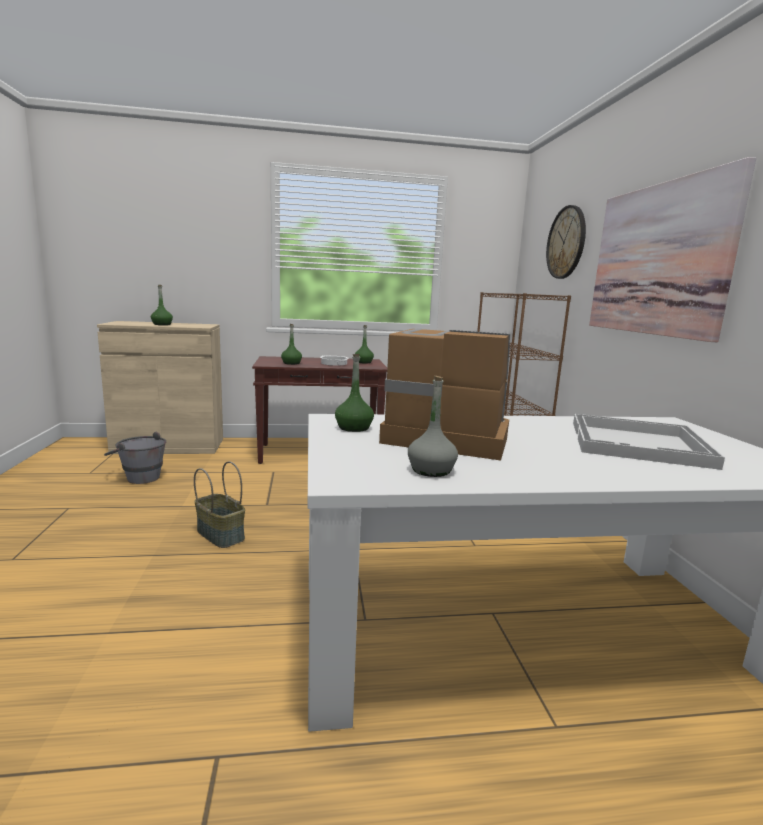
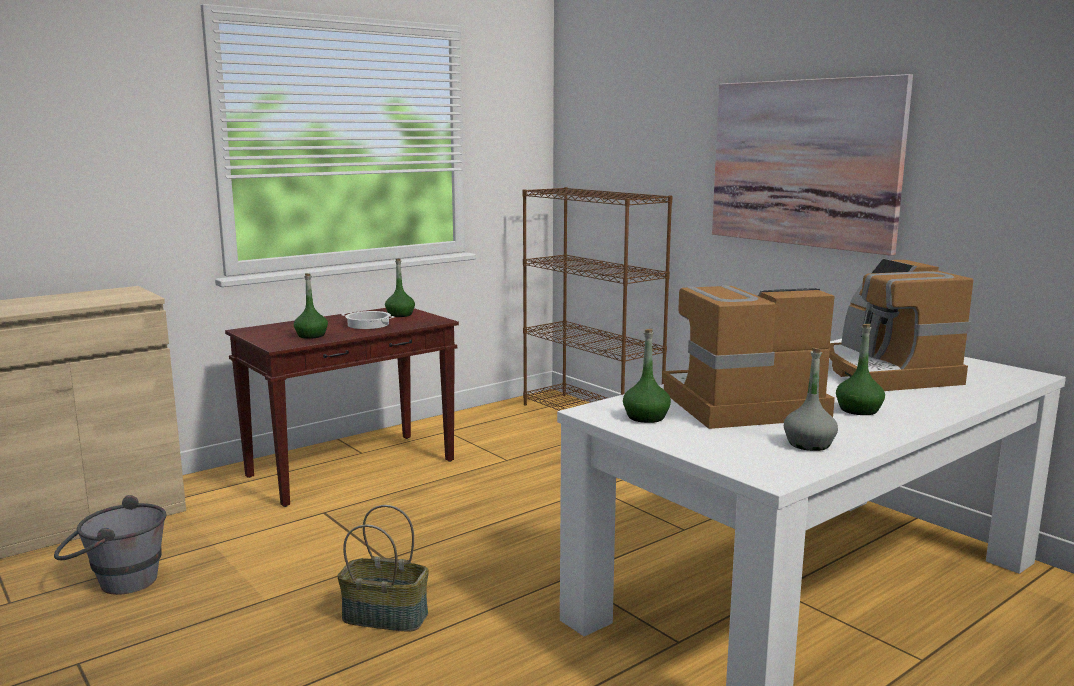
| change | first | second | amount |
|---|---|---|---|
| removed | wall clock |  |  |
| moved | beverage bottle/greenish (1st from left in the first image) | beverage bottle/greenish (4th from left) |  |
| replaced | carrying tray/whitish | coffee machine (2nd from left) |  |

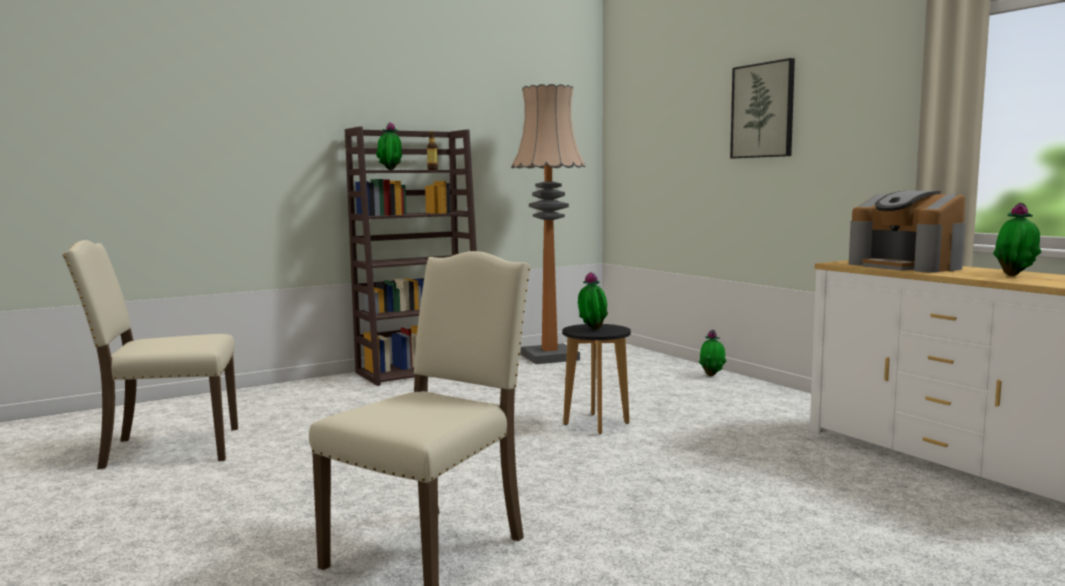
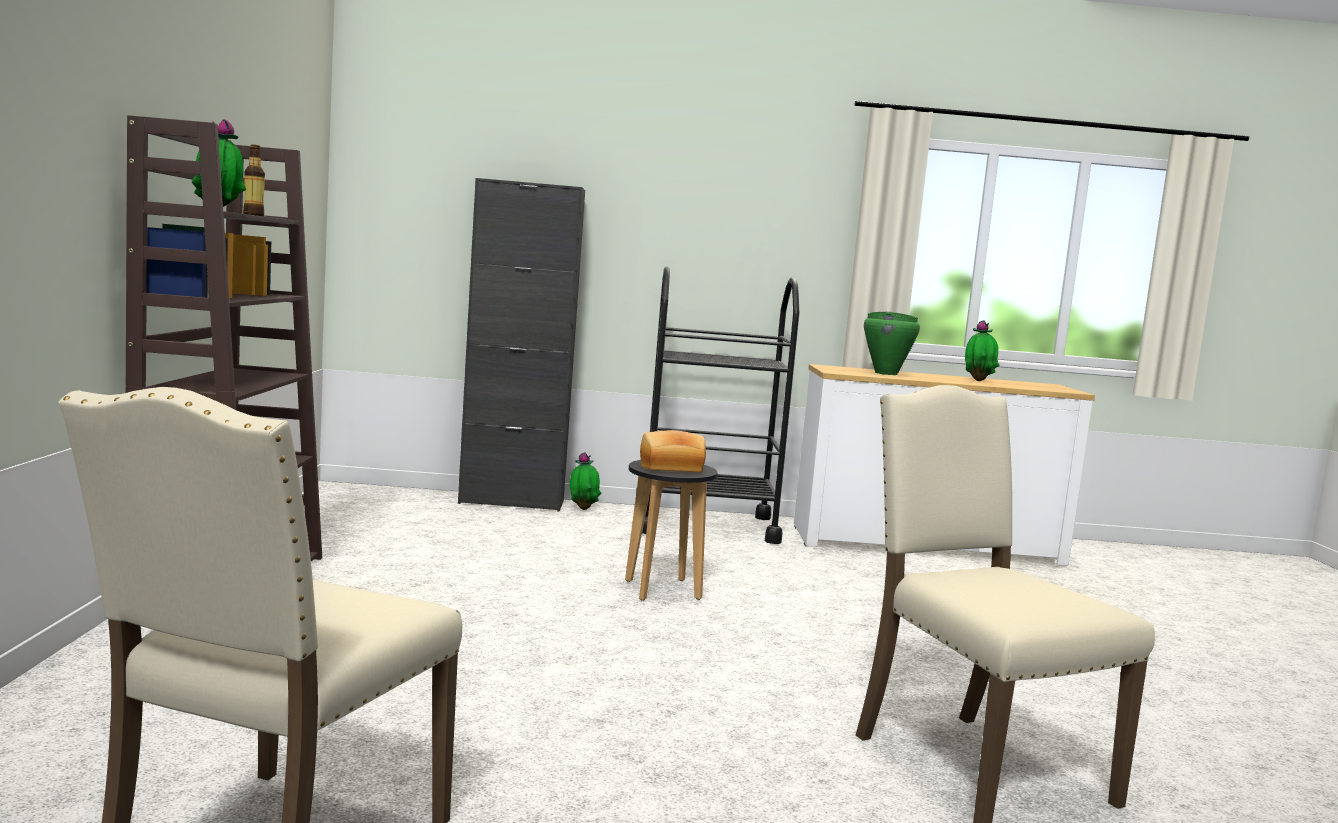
| change | first | second | amount |
|---|---|---|---|
| removed | wall art |  |  |
| removed | standing lamp |  |  |
| replaced | coffee machine | cooking pot/greenish |  |
| replaced | plant in a pot (2nd from left) | baked bread |  |
| added |  | storage cabinet/black-coloured |  |
| added |  | cart/black-coloured |  |

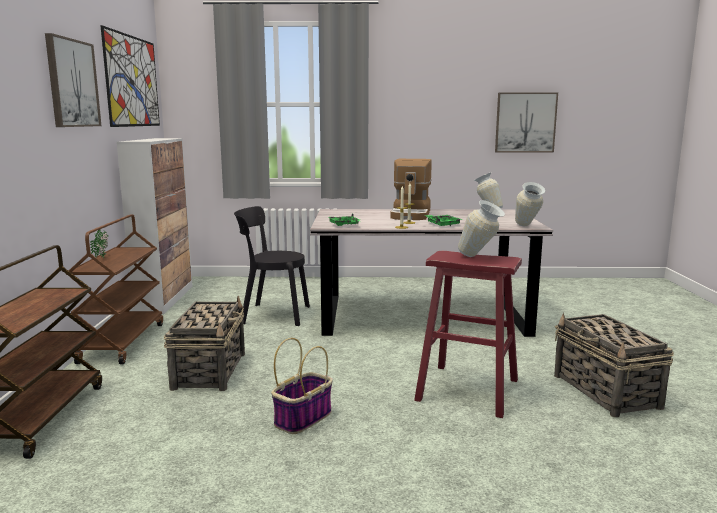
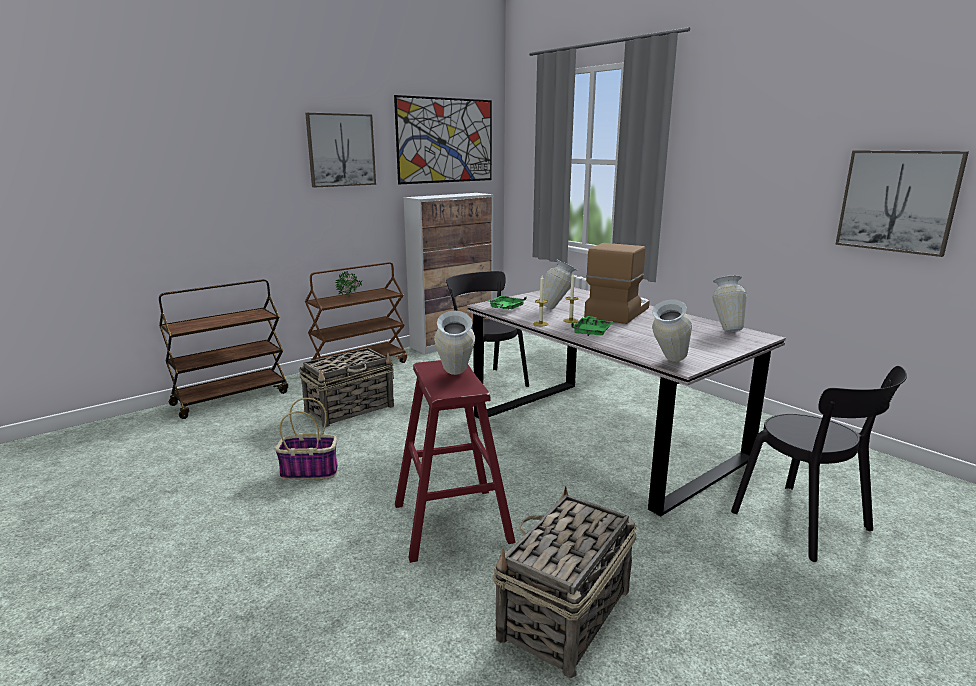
| change | first | second | amount |
|---|---|---|---|
| turned | coffee machine |  | 150 degrees clockwise |
| added |  | decorative vase (2nd from left) |  |
| added |  | upright chair/black-coloured (2nd from left) |  |

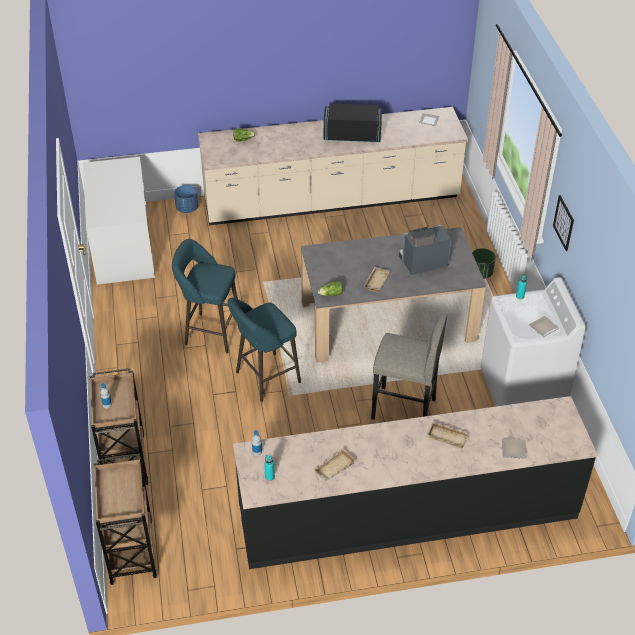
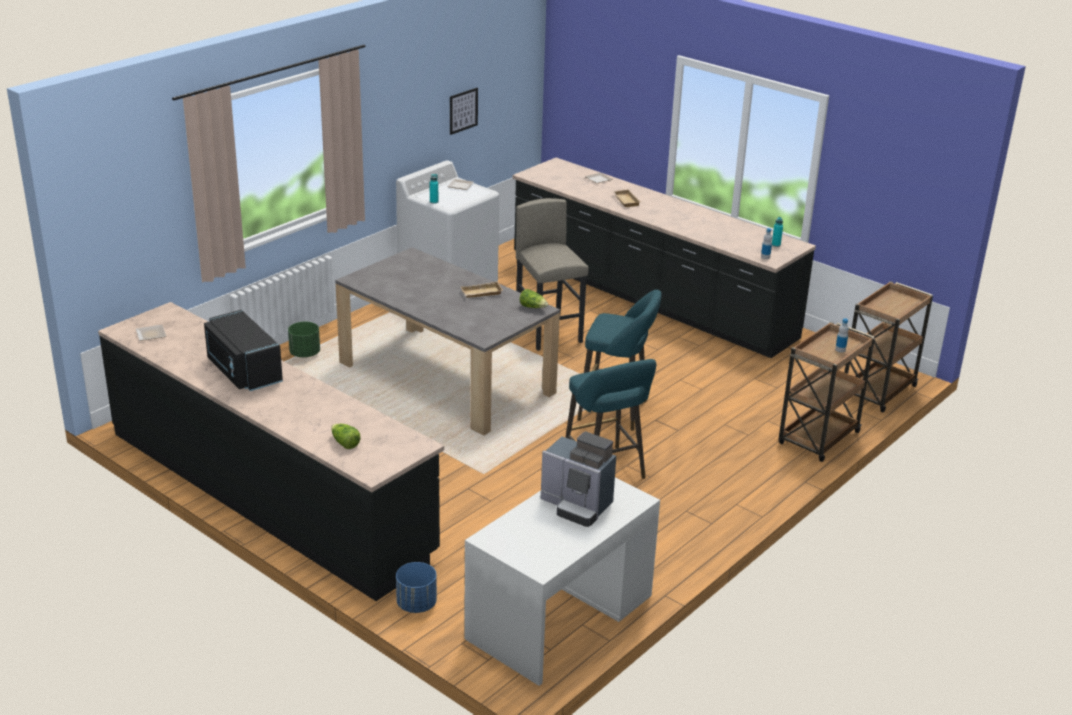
| change | first | second | amount |
|---|---|---|---|
| recoloured | kitchen base unit/beige-coloured | kitchen base unit/black-coloured (1st from left) |  |
| moved | wall art |  |  |
| moved | coffee machine |  |  |
| removed | carrying tray/beige-coloured (1st from left) |  |  |

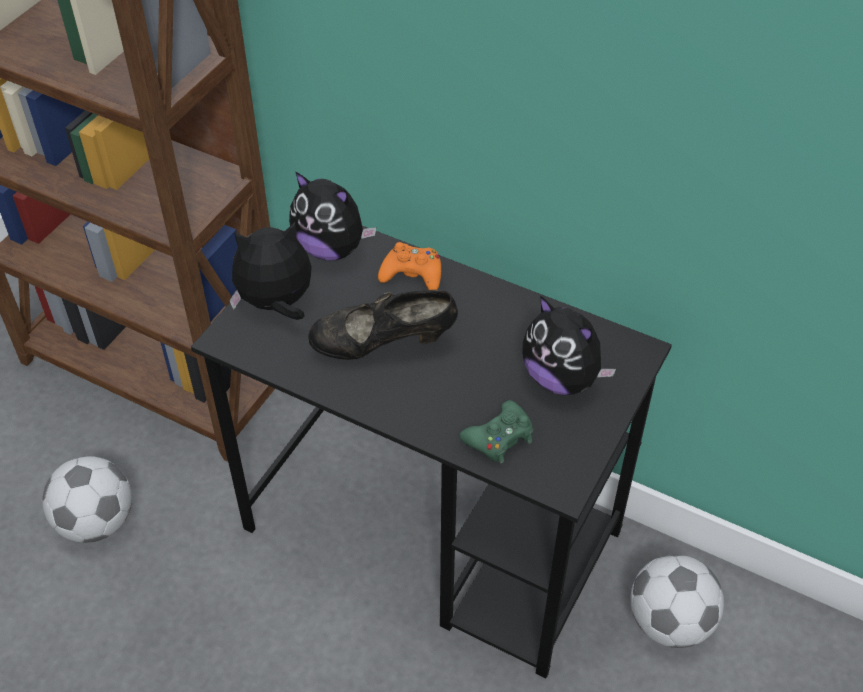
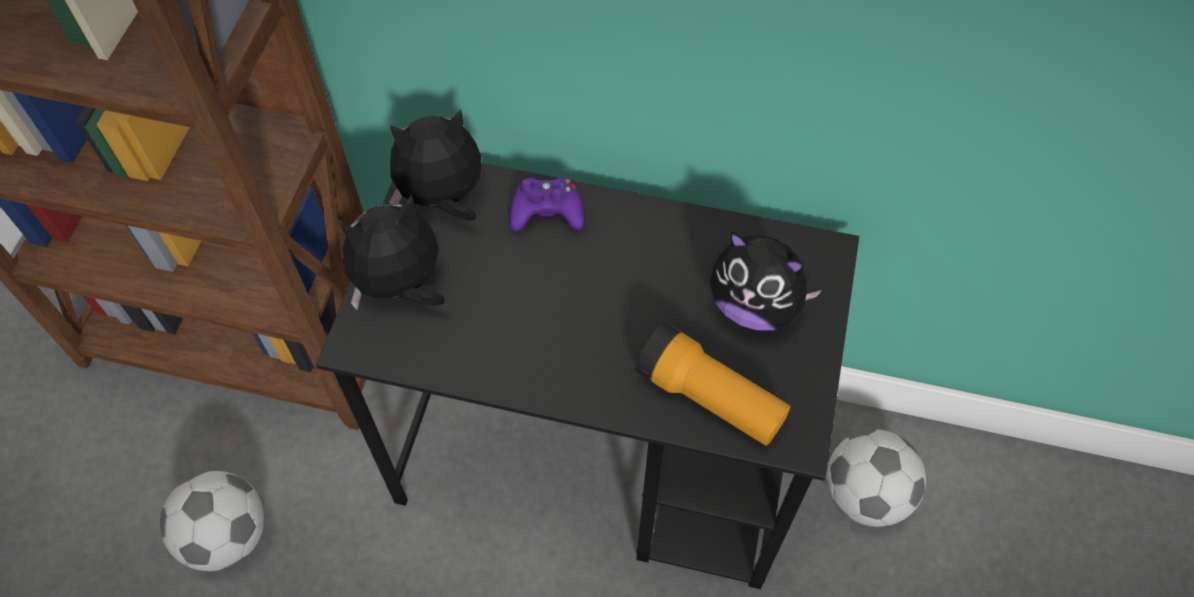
| change | first | second | amount |
|---|---|---|---|
| turned | plush toy (2nd from left) |  | 150 degrees clockwise |
| recoloured | joypad/orange-coloured | joypad/purple |  |
| removed | shoe/black-coloured |  |  |
| replaced | joypad/greenish | hand torch |  |

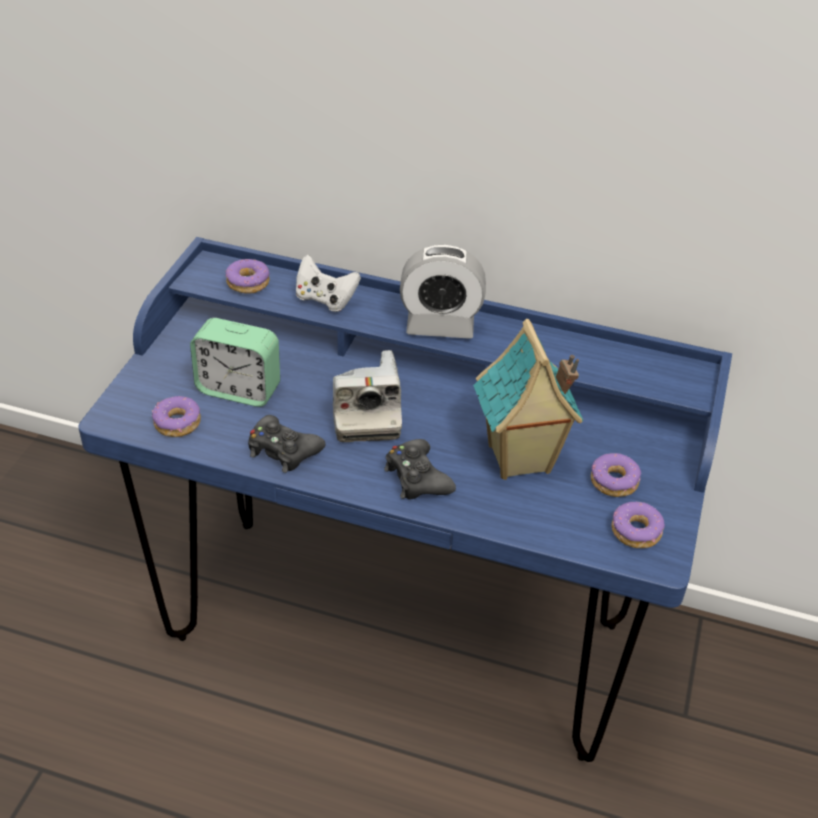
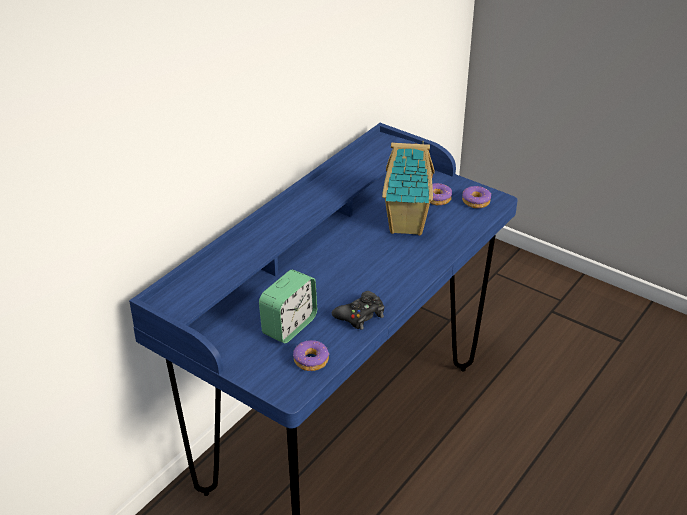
| change | first | second | amount |
|---|---|---|---|
| removed | table clock (2nd from left) |  |  |
| removed | joypad/whitish |  |  |
| removed | ring doughnut (2nd from left) |  |  |
| removed | photo camera |  |  |
| removed | joypad/black-coloured (2nd from left) |  |  |

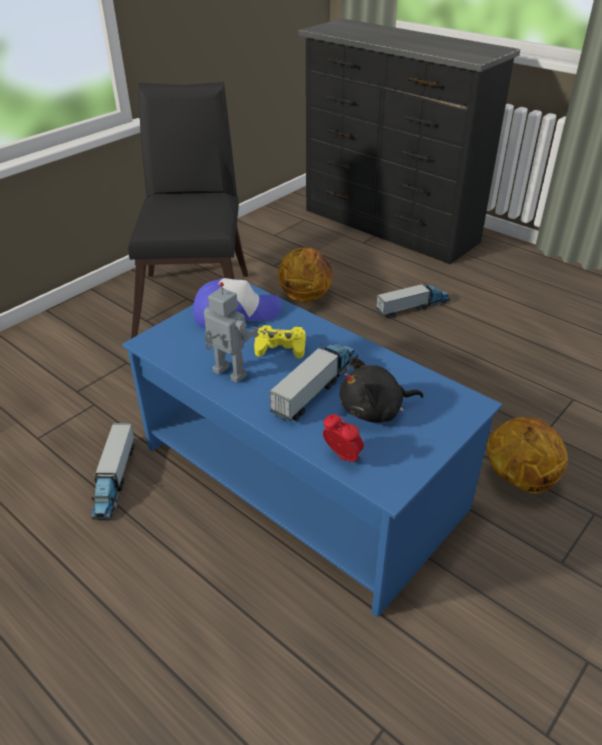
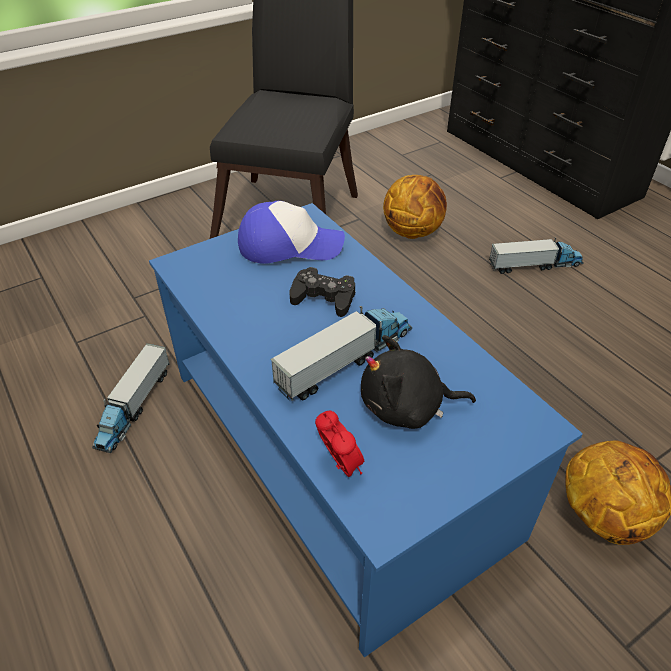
| change | first | second | amount |
|---|---|---|---|
| removed | toy robot |  |  |
| recoloured | joypad/yellow-coloured | joypad/black-coloured |  |

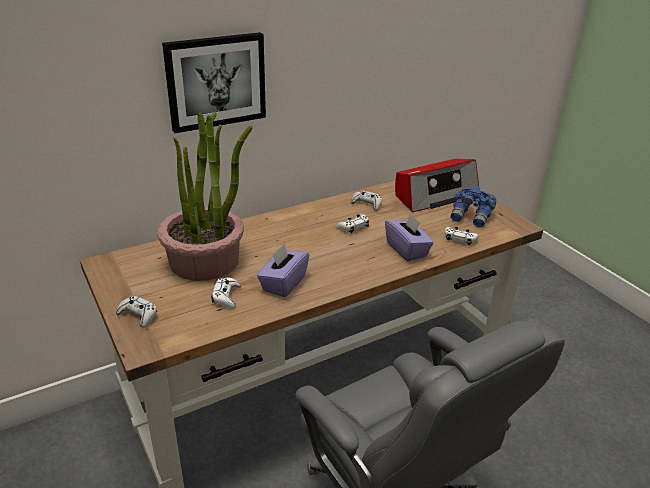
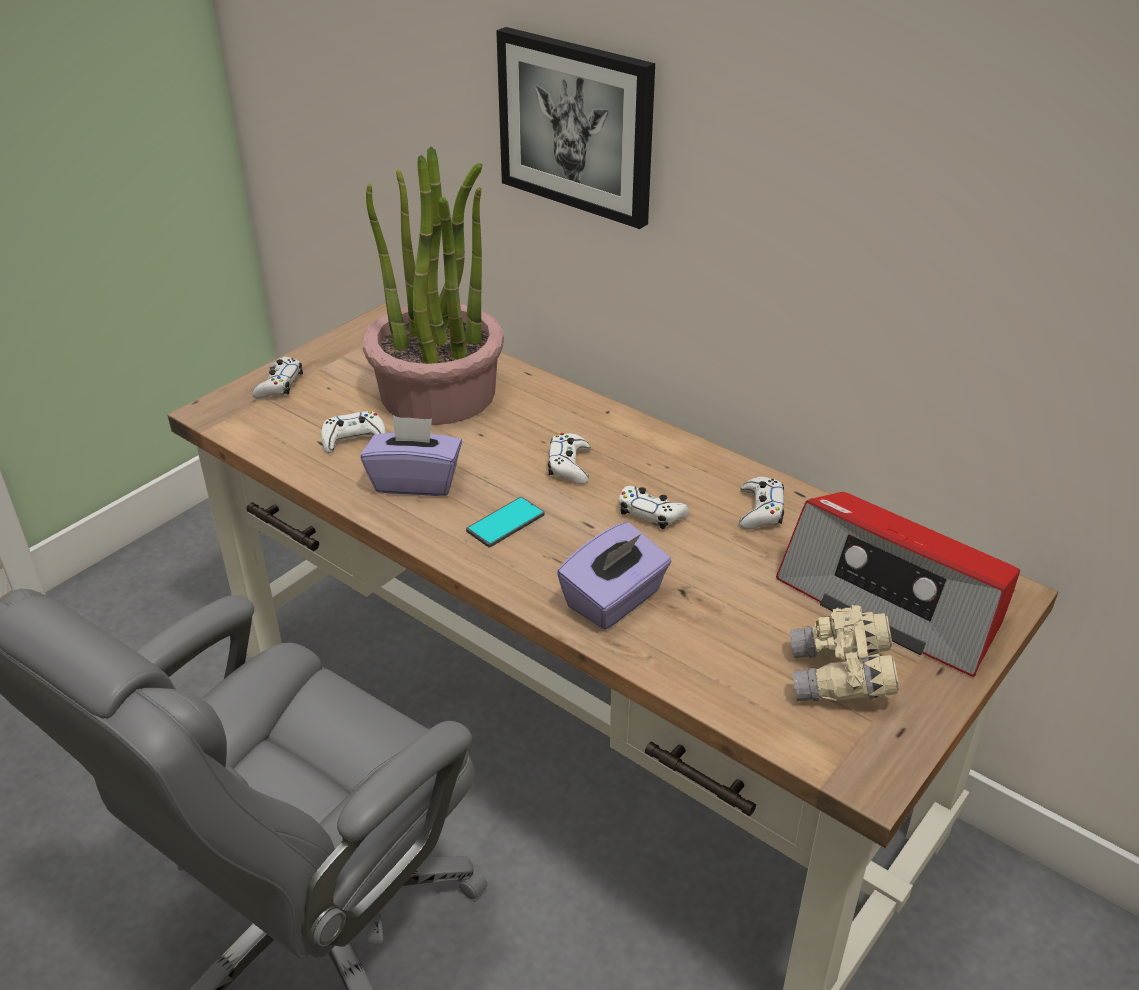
| change | first | second | amount |
|---|---|---|---|
| recoloured | binoculars/bluish | binoculars/beige-coloured |  |
| moved | joypad/whitish (5th from left in the first image) | joypad/whitish (3rd from left) |  |
| added |  | phone |  |

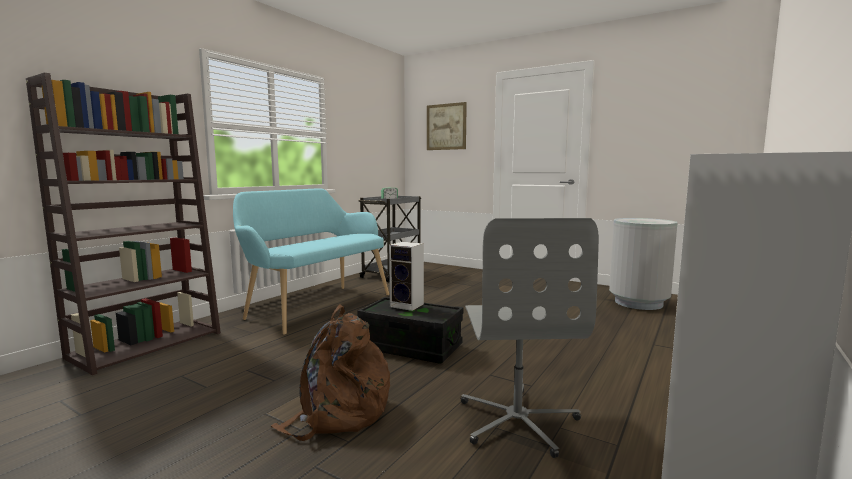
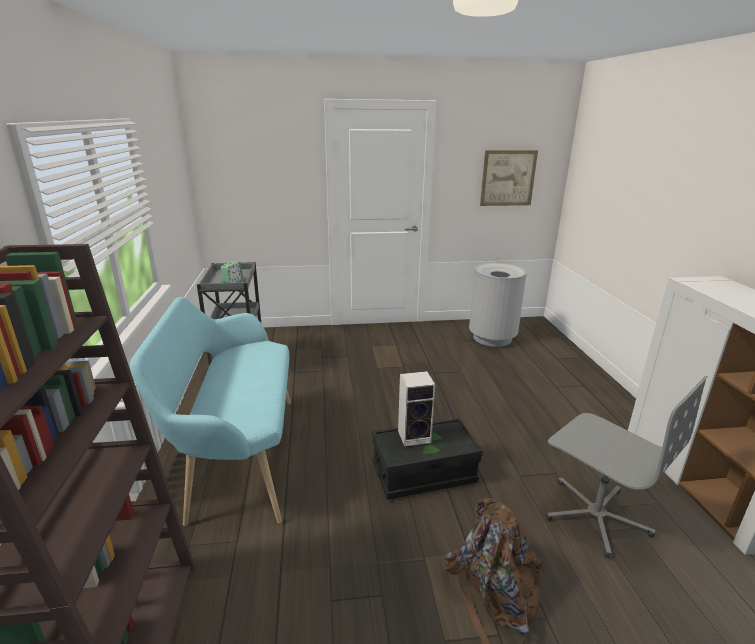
| change | first | second | amount |
|---|---|---|---|
| moved | wall art |  |  |

